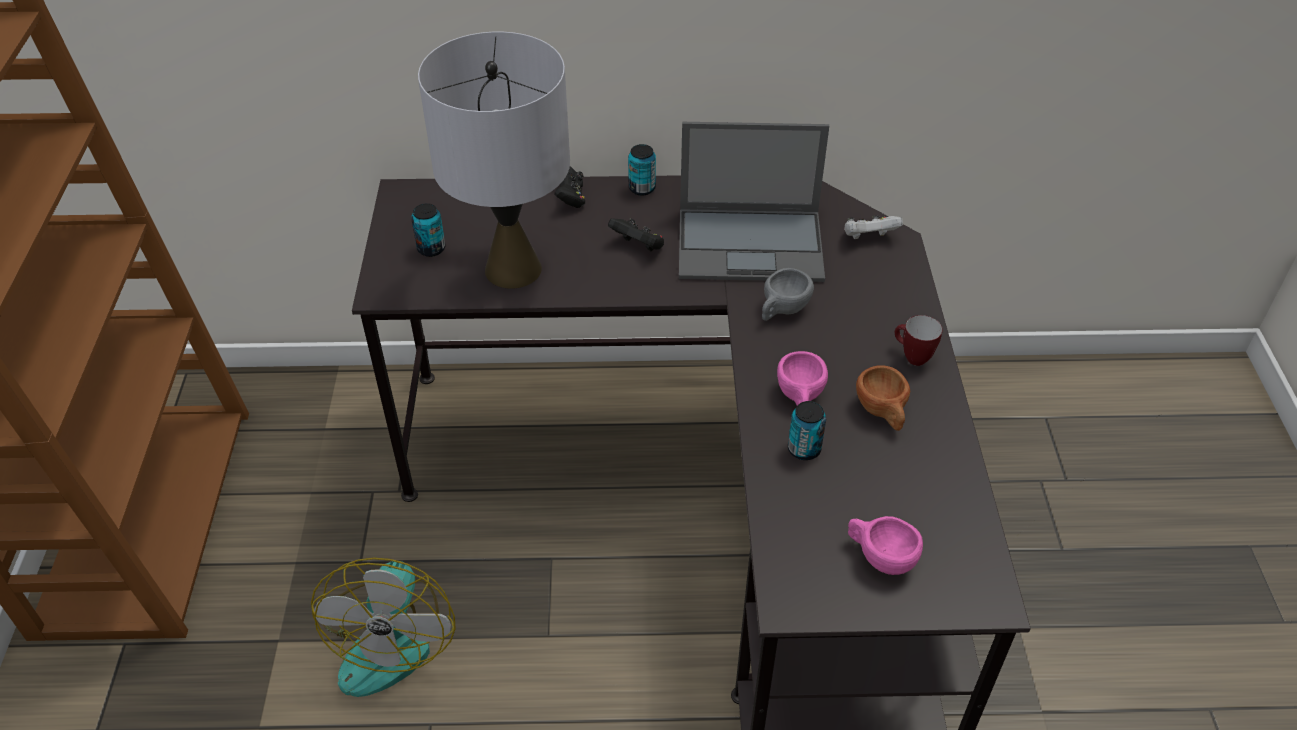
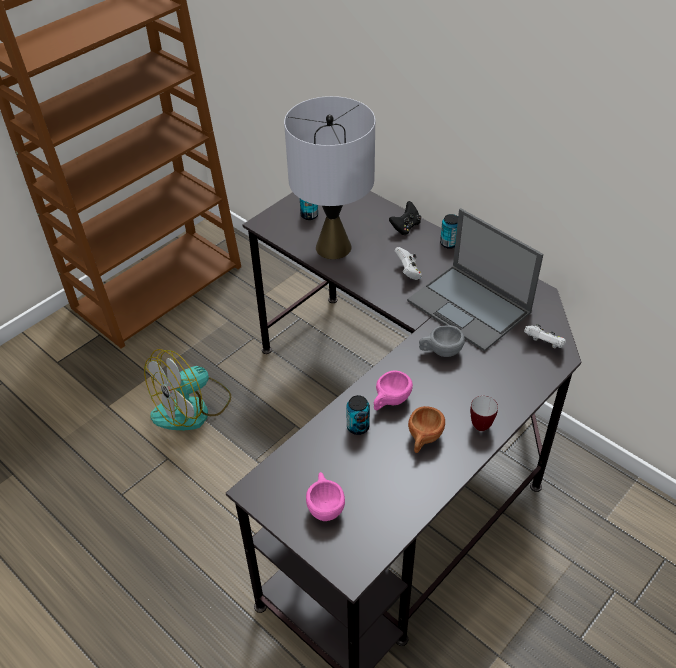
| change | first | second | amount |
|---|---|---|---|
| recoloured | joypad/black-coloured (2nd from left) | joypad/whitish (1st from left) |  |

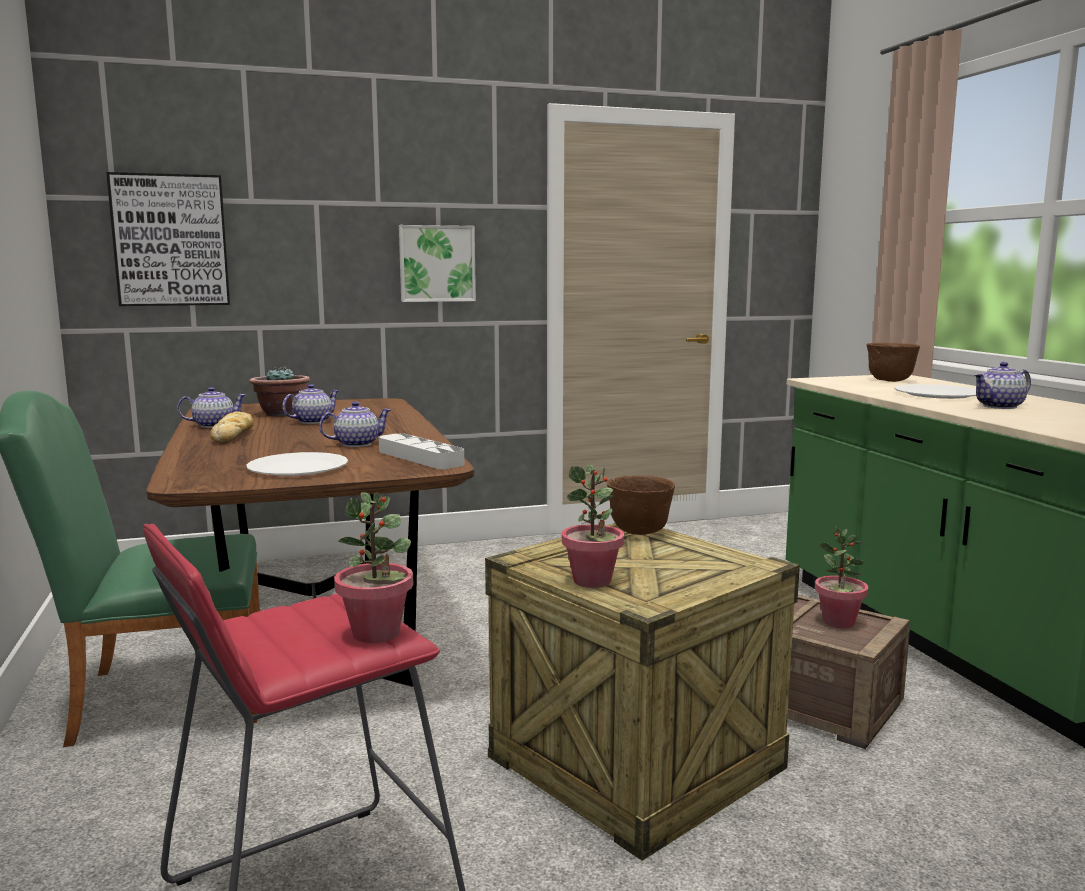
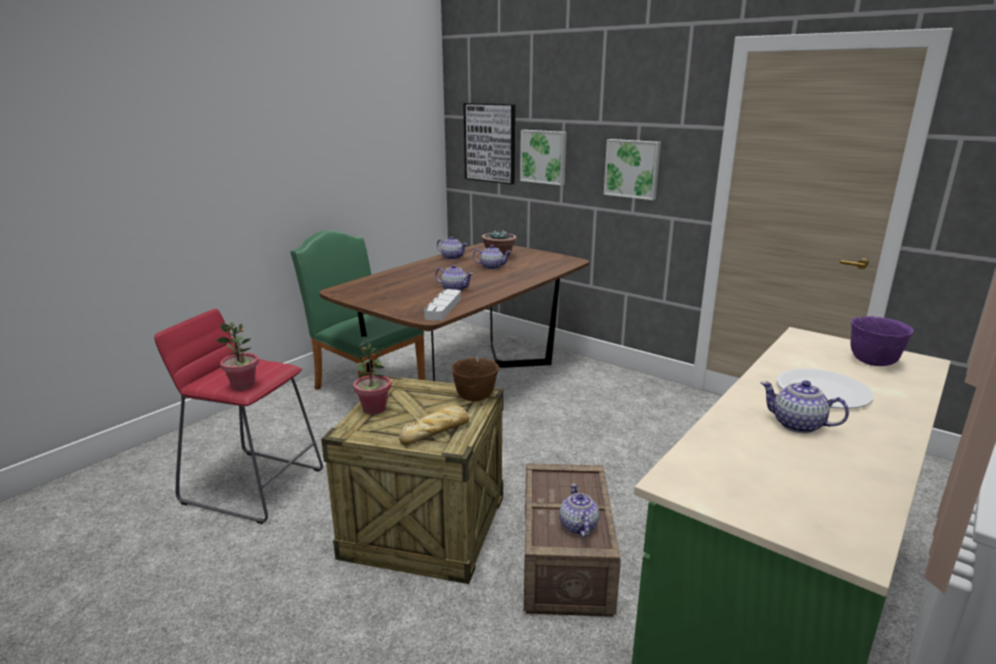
| change | first | second | amount |
|---|---|---|---|
| recoloured | bowl/brown (2nd from left) | bowl/purple |  |
| moved | baked bread |  |  |
| removed | dinner plate/whitish (1st from left) |  |  |
| replaced | plant in a pot (4th from left) | tea pot (4th from left) |  |
| added |  | wall art (2nd from left) |  |

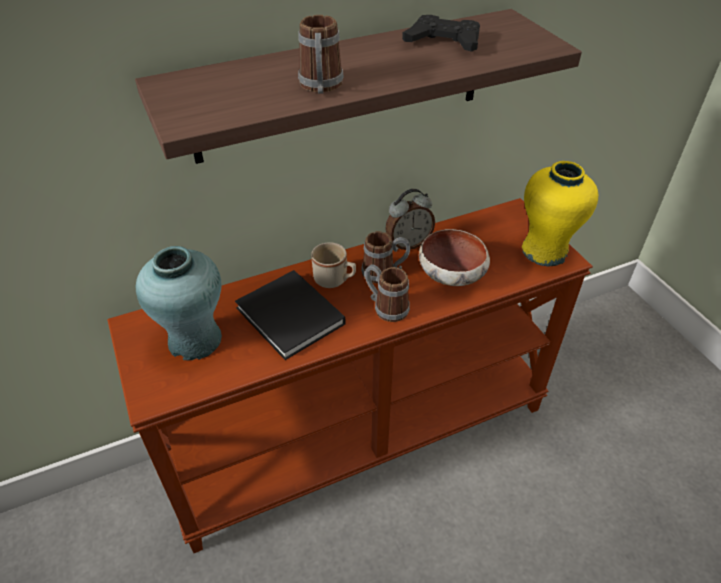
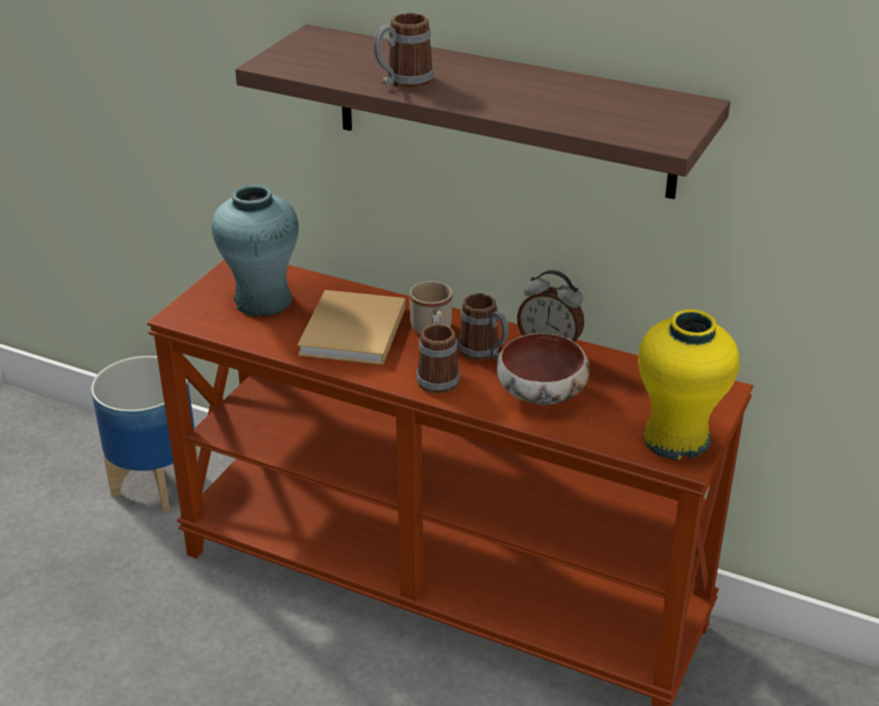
| change | first | second | amount |
|---|---|---|---|
| removed | joypad/black-coloured |  |  |
| recoloured | bound book/black-coloured | bound book/beige-coloured |  |
| added |  | planter |  |

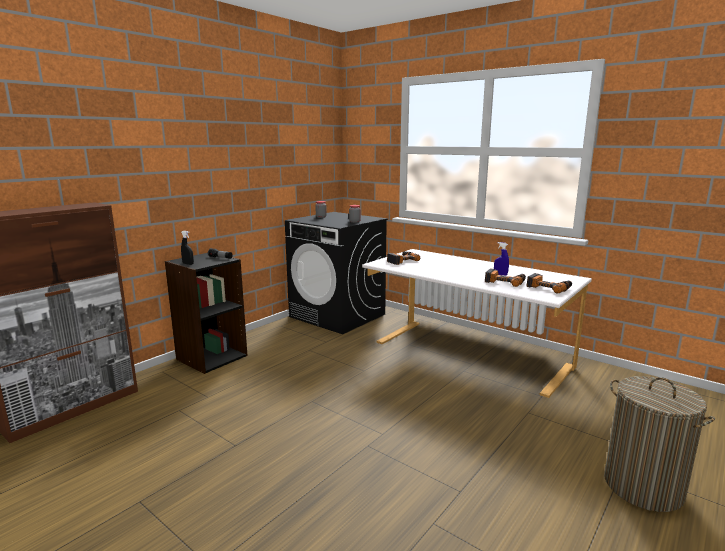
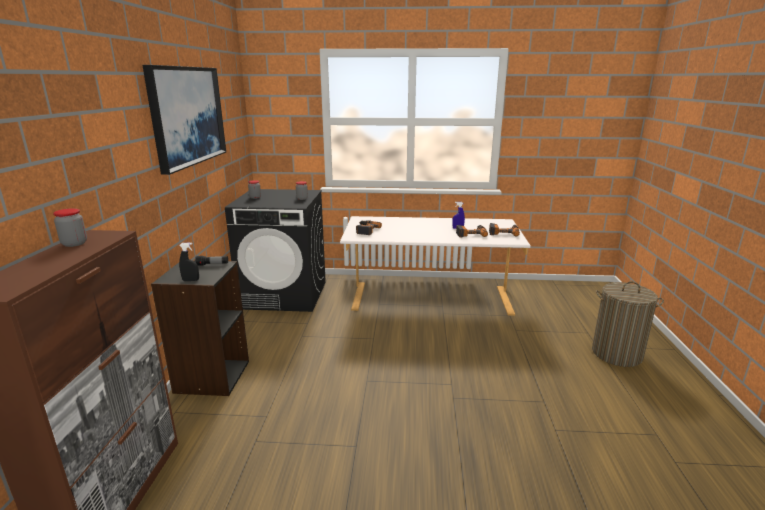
| change | first | second | amount |
|---|---|---|---|
| added |  | wall art |  |
| added |  | preserve jar (1st from left) |  |

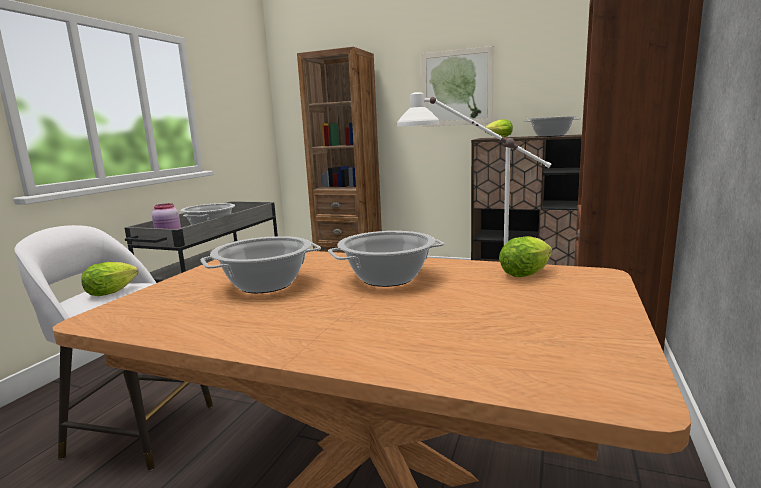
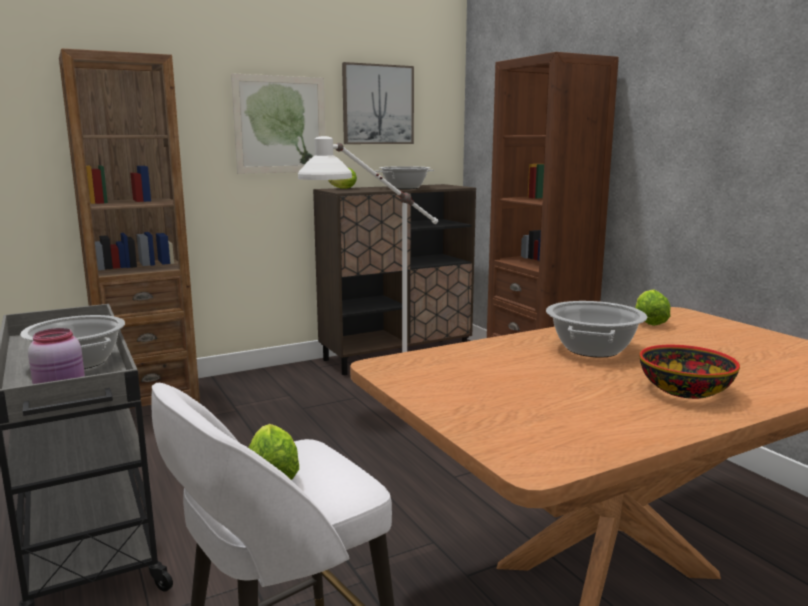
| change | first | second | amount |
|---|---|---|---|
| removed | cooking pot (2nd from left) |  |  |
| added |  | wall art (2nd from left) |  |
| added |  | bowl |  |

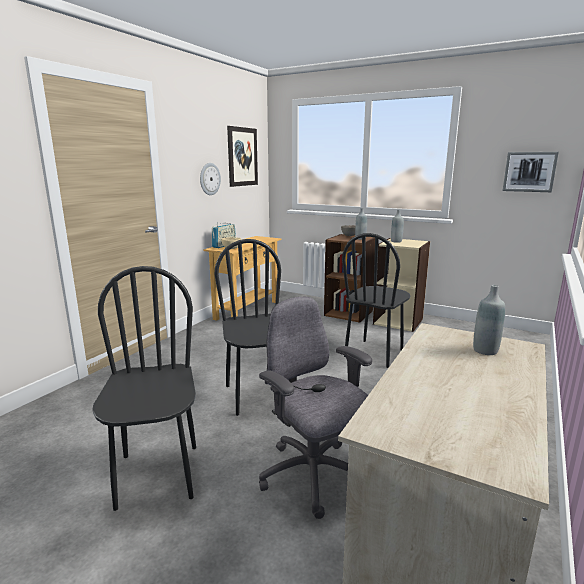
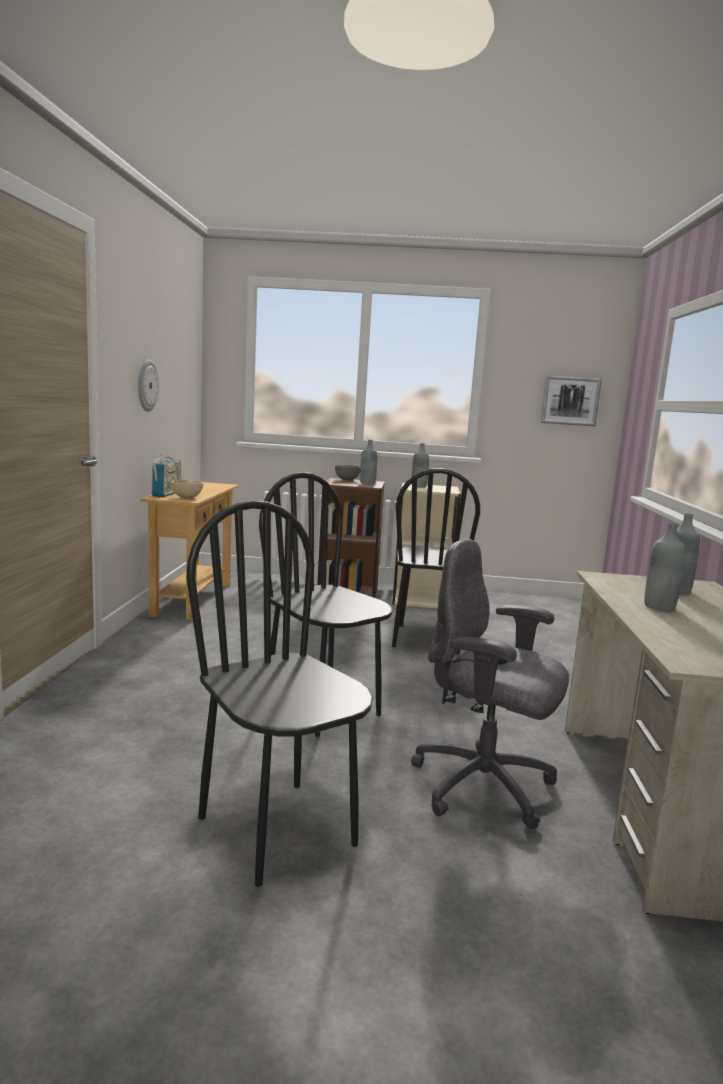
| change | first | second | amount |
|---|---|---|---|
| removed | wall art (1st from left) |  |  |
| added |  | beverage bottle/gray (3rd from left) |  |

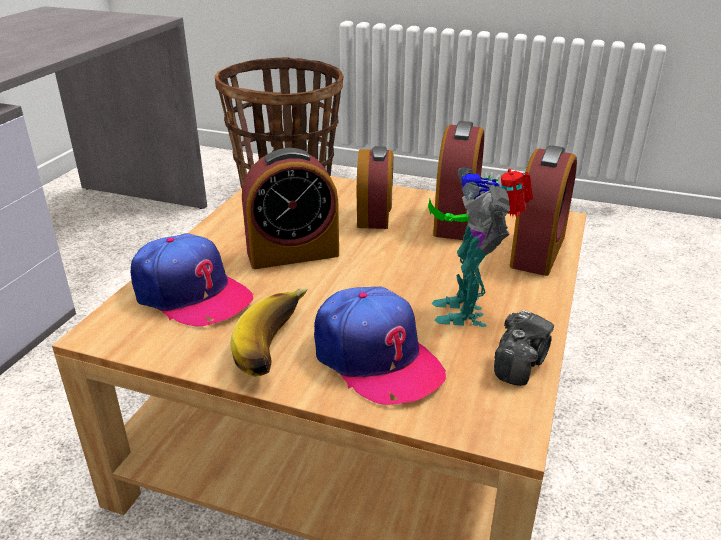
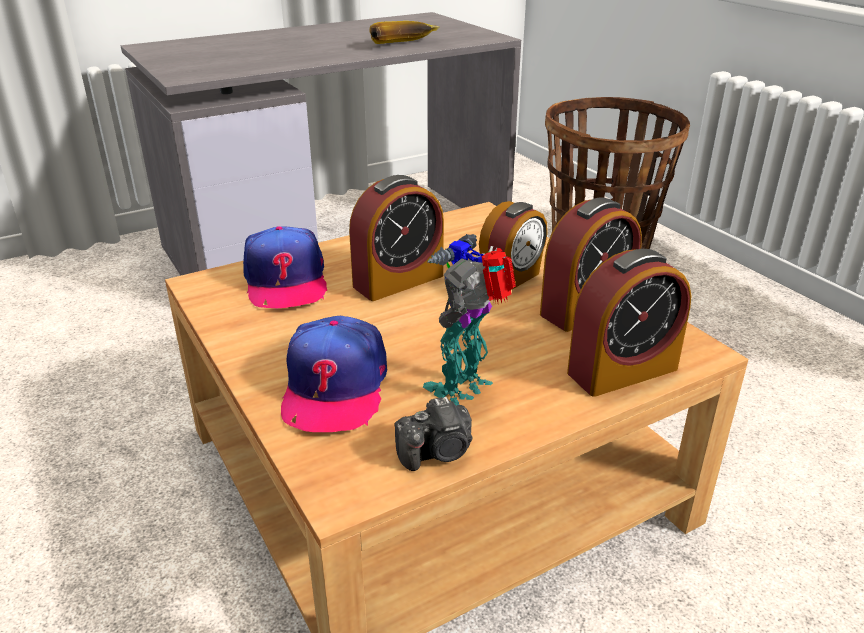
| change | first | second | amount |
|---|---|---|---|
| turned | table clock (1st from left) |  | 60 degrees counterclockwise |
| moved | banana fruit |  |  |

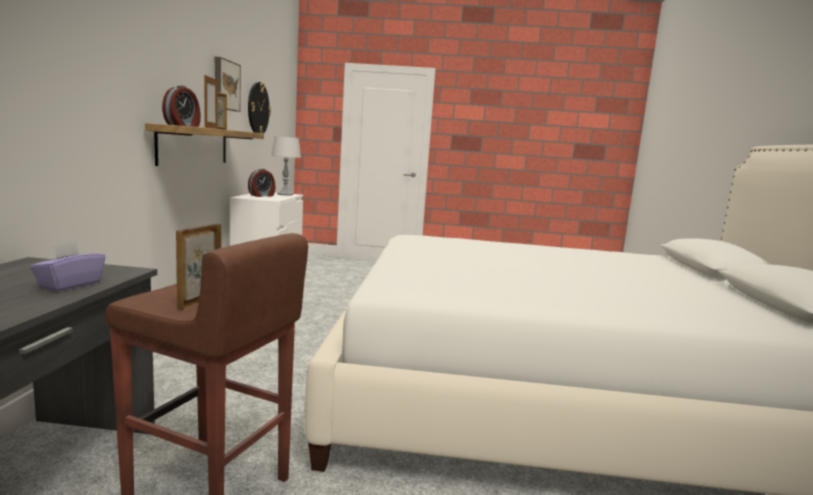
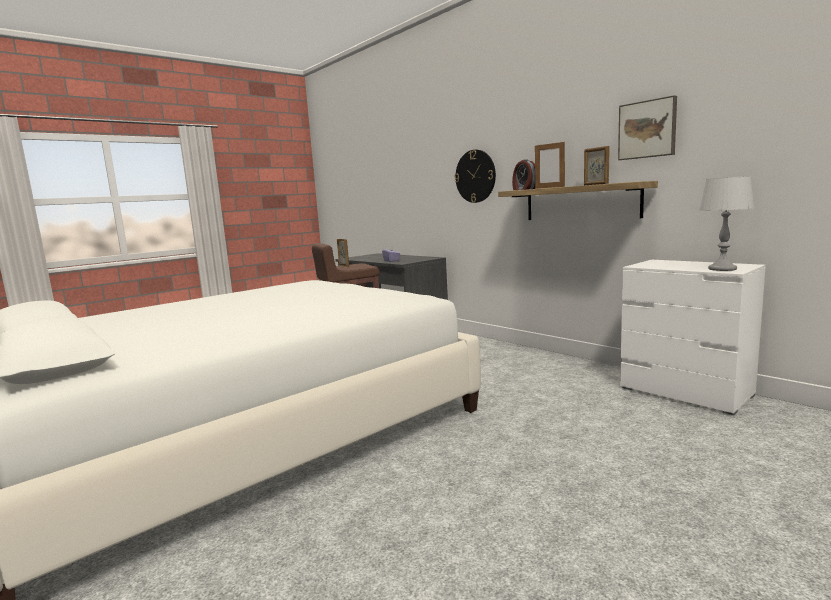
| change | first | second | amount |
|---|---|---|---|
| moved | wall clock |  |  |
| removed | table clock (2nd from left) |  |  |

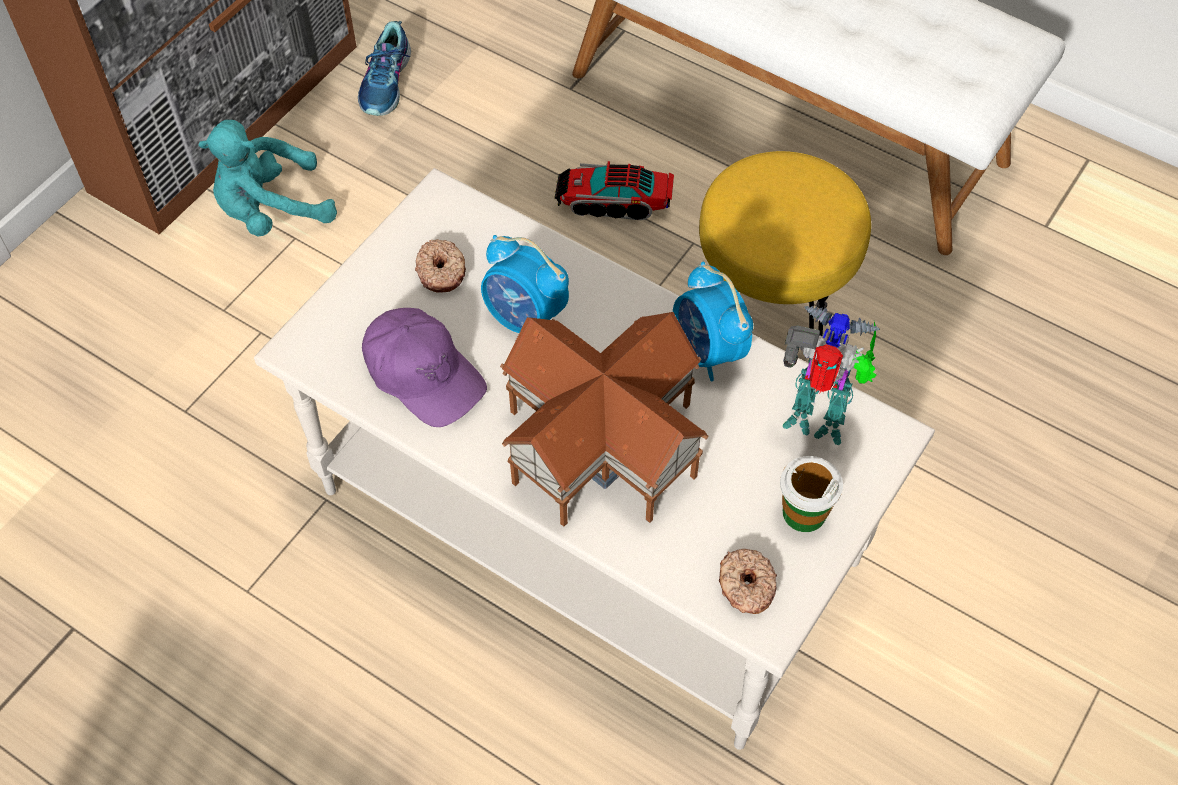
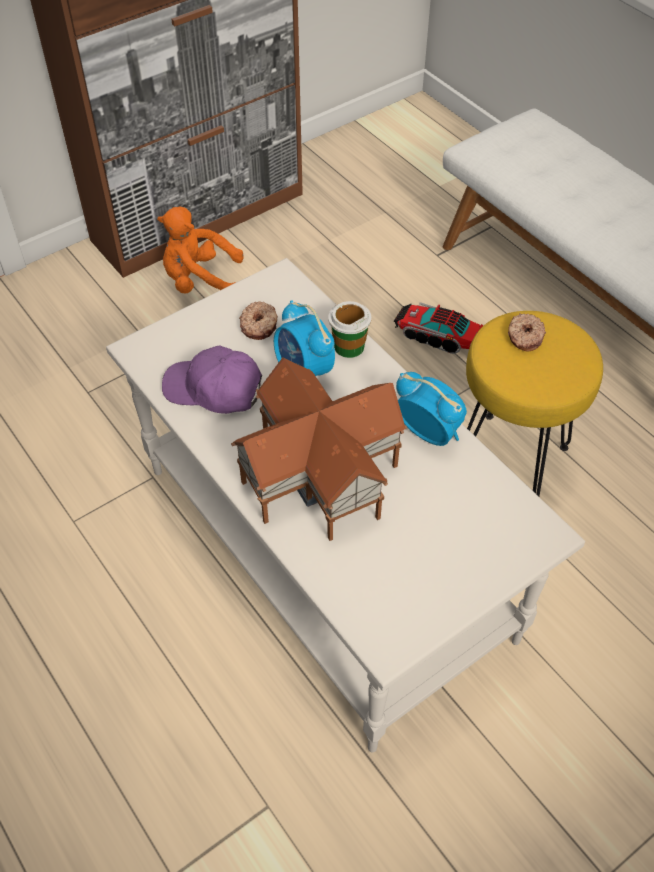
| change | first | second | amount |
|---|---|---|---|
| removed | shoe |  |  |
| recoloured | plush toy/turquoise-coloured | plush toy/orange-coloured |  |
| turned | table clock (2nd from left) |  | 135 degrees clockwise |
| removed | toy robot |  |  |
| turned | cap/purple |  | 135 degrees clockwise |
| moved | drinking cup |  |  |
| moved | ring doughnut (2nd from left) |  |  |

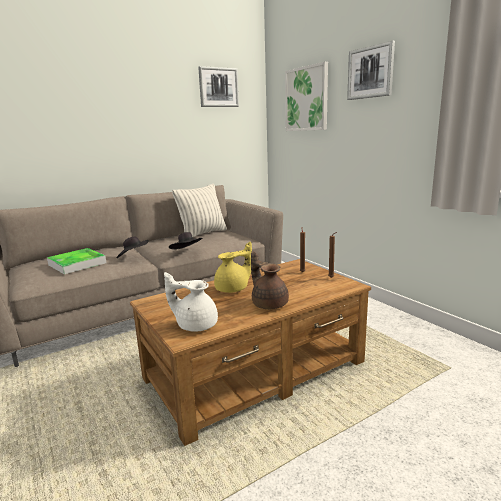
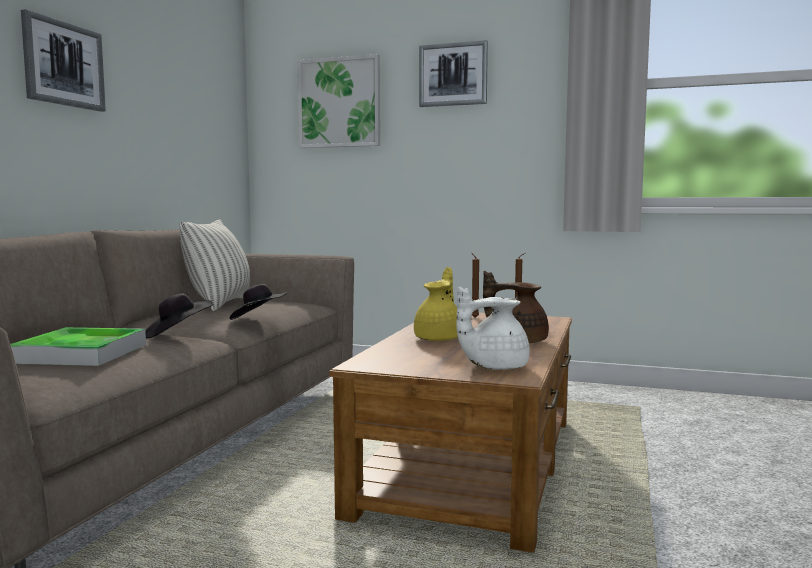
| change | first | second | amount |
|---|---|---|---|
| moved | wall art (1st from left) |  |  |

